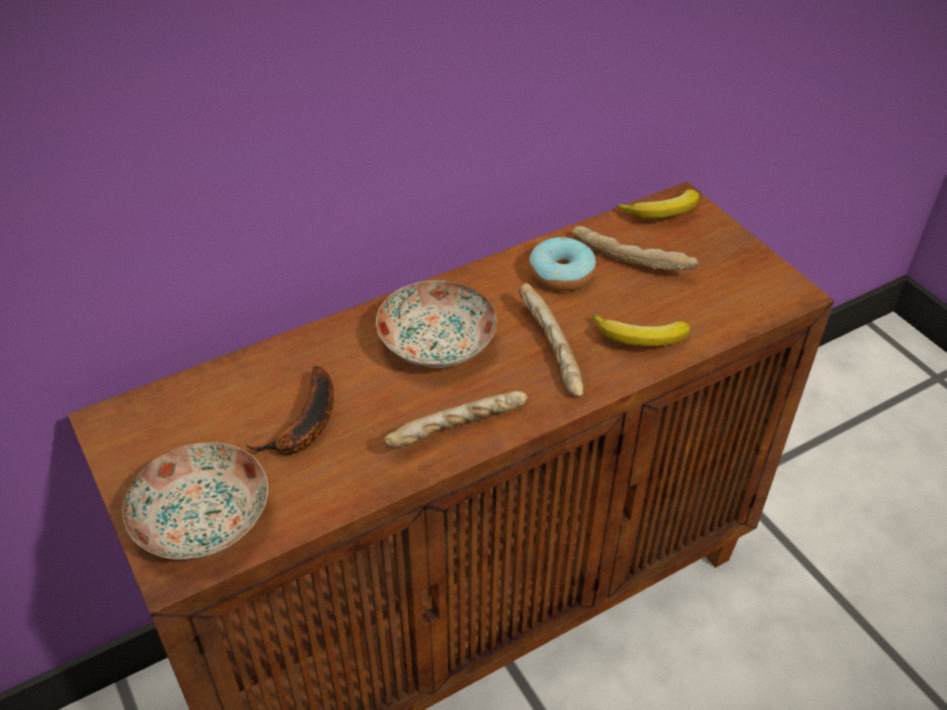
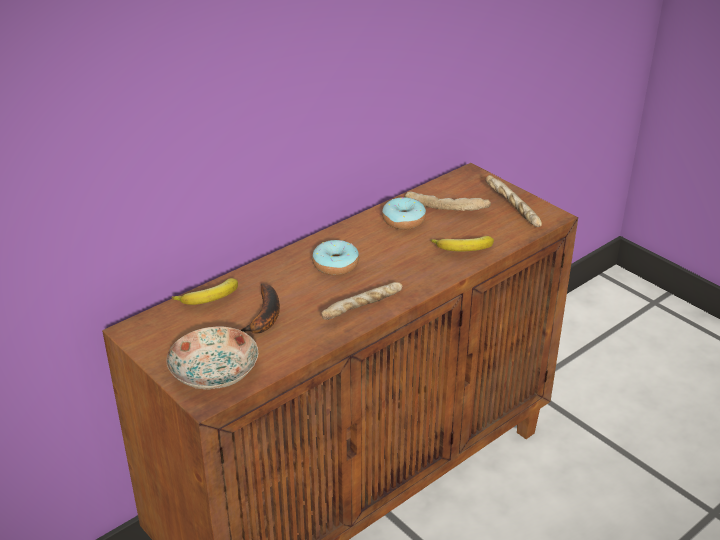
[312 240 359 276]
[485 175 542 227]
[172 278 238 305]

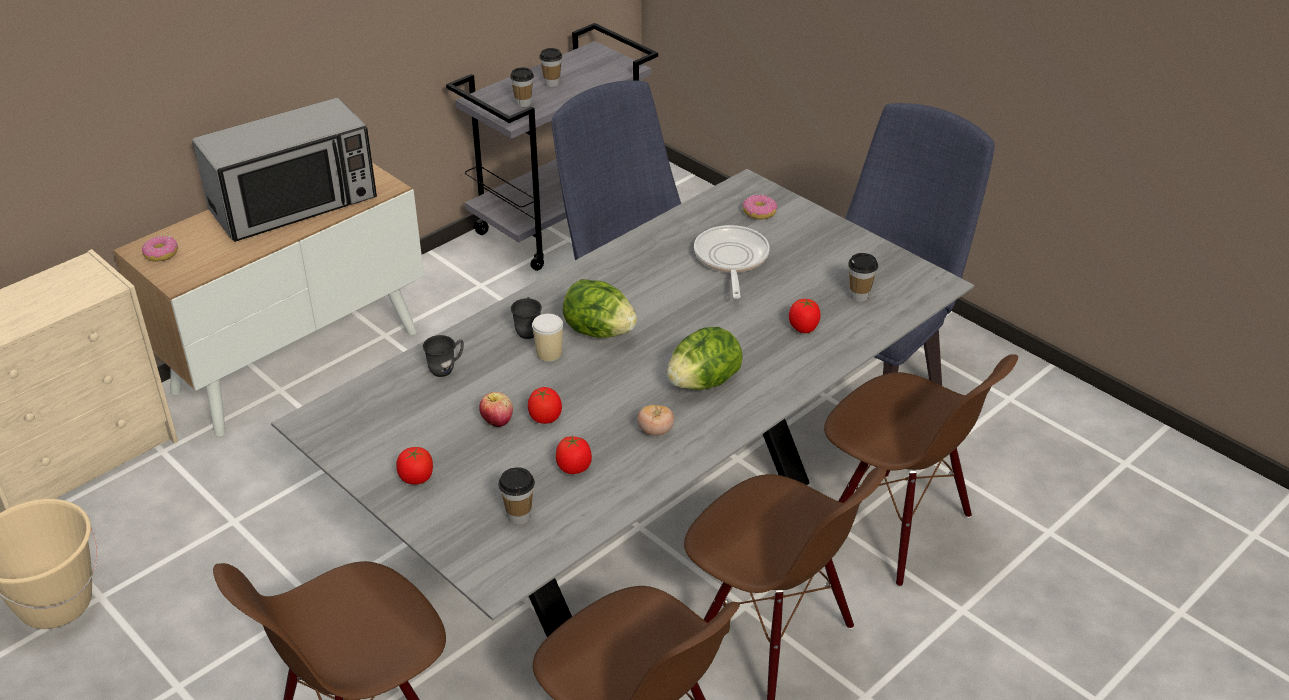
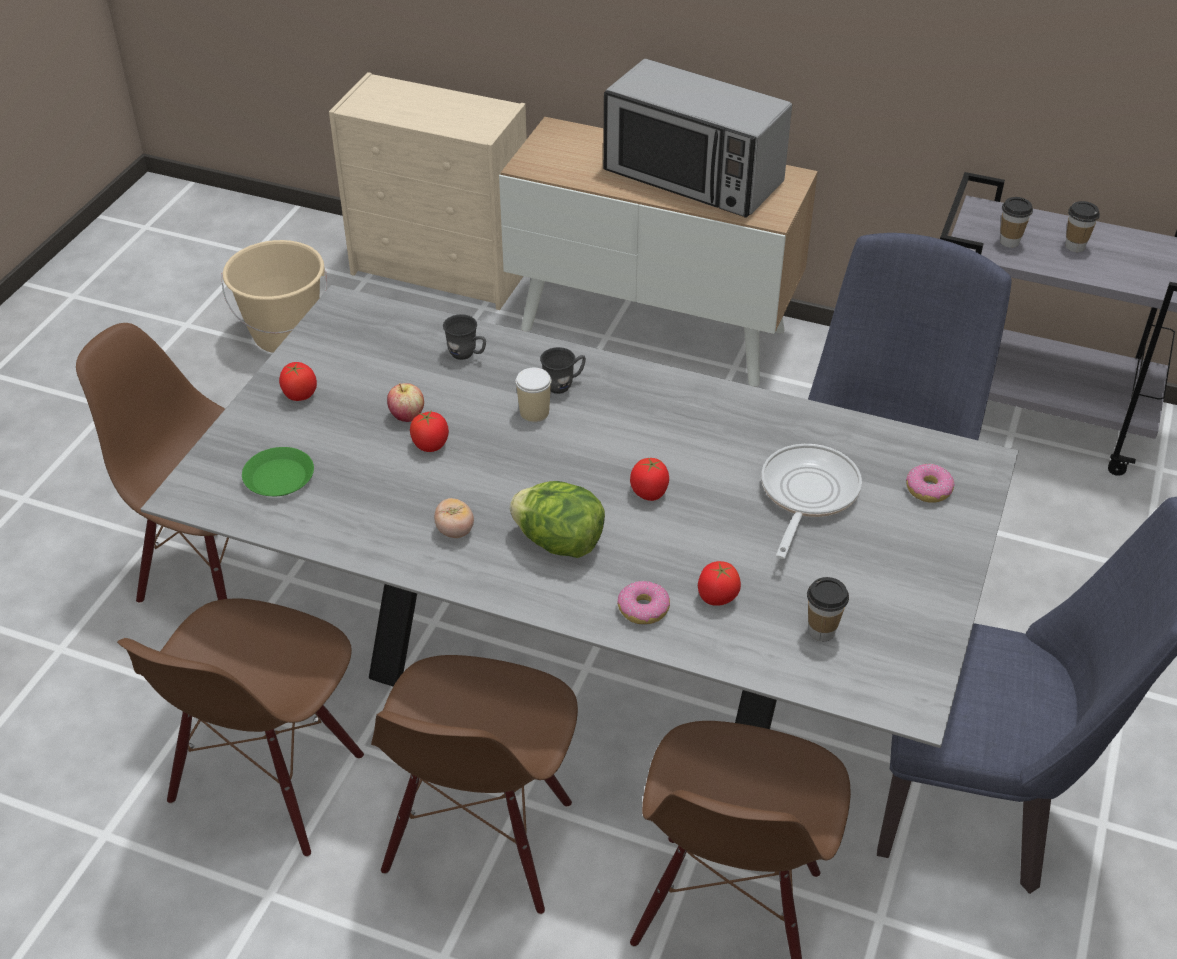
[617 581 670 624]
[242 447 314 496]
[630 458 669 501]
[563 279 637 338] (first image)
[761 444 862 559]

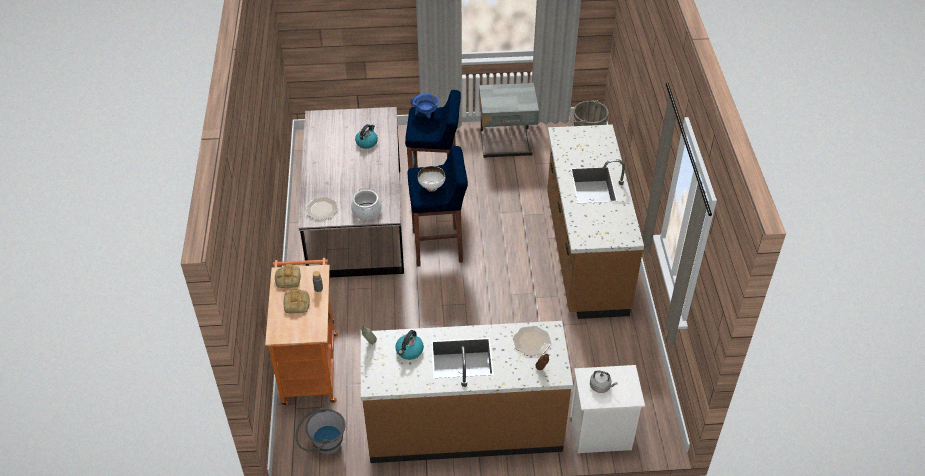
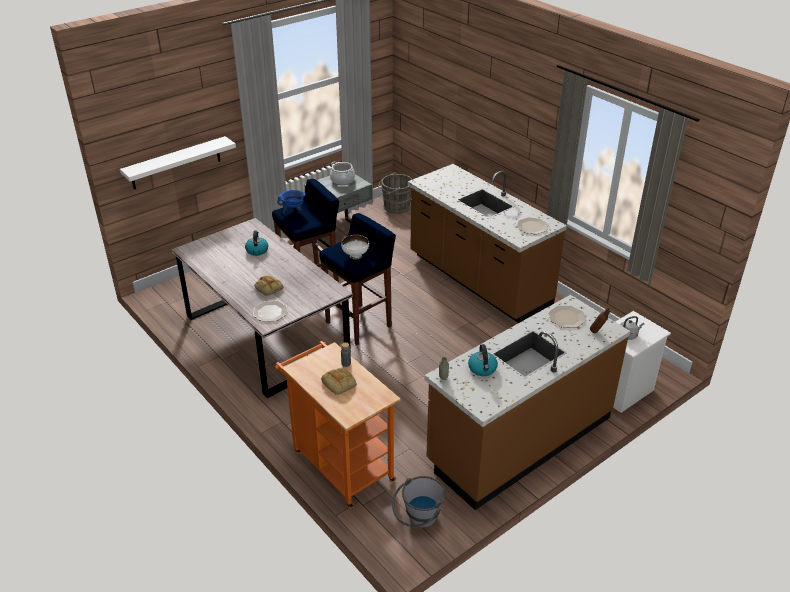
[254 275 283 296]
[330 161 355 185]
[120 136 236 189]
[516 217 548 234]

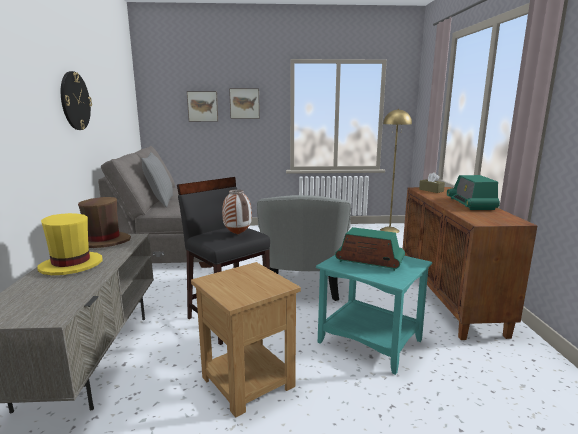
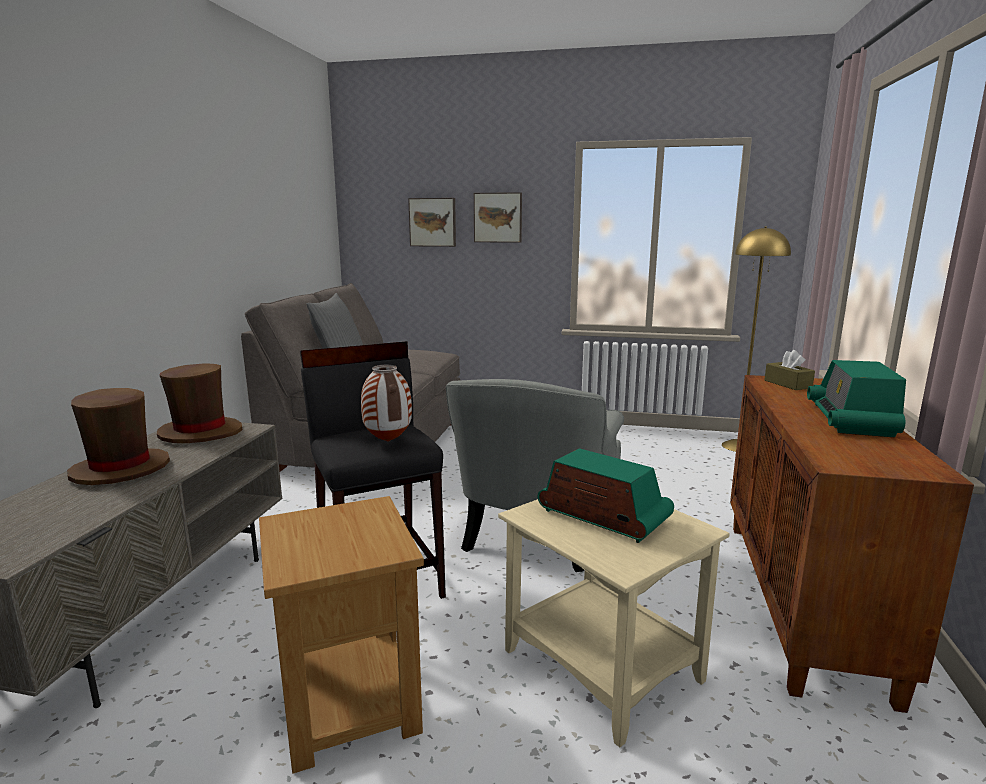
[67 388 170 485]
[61 71 92 130] (first image)
[498 499 730 748]

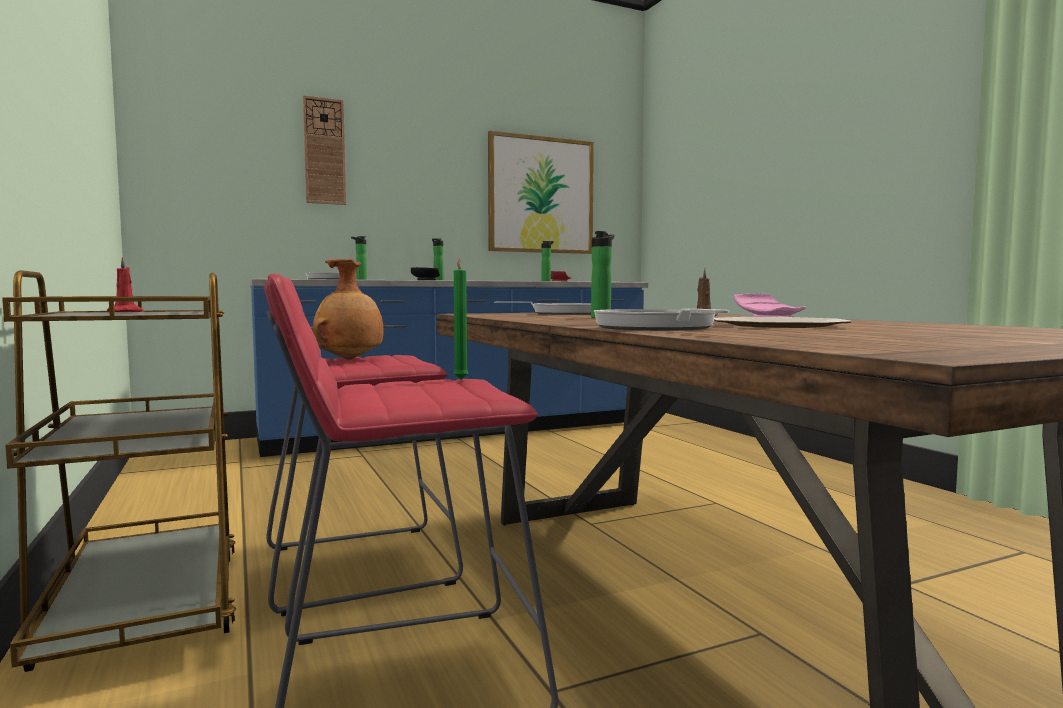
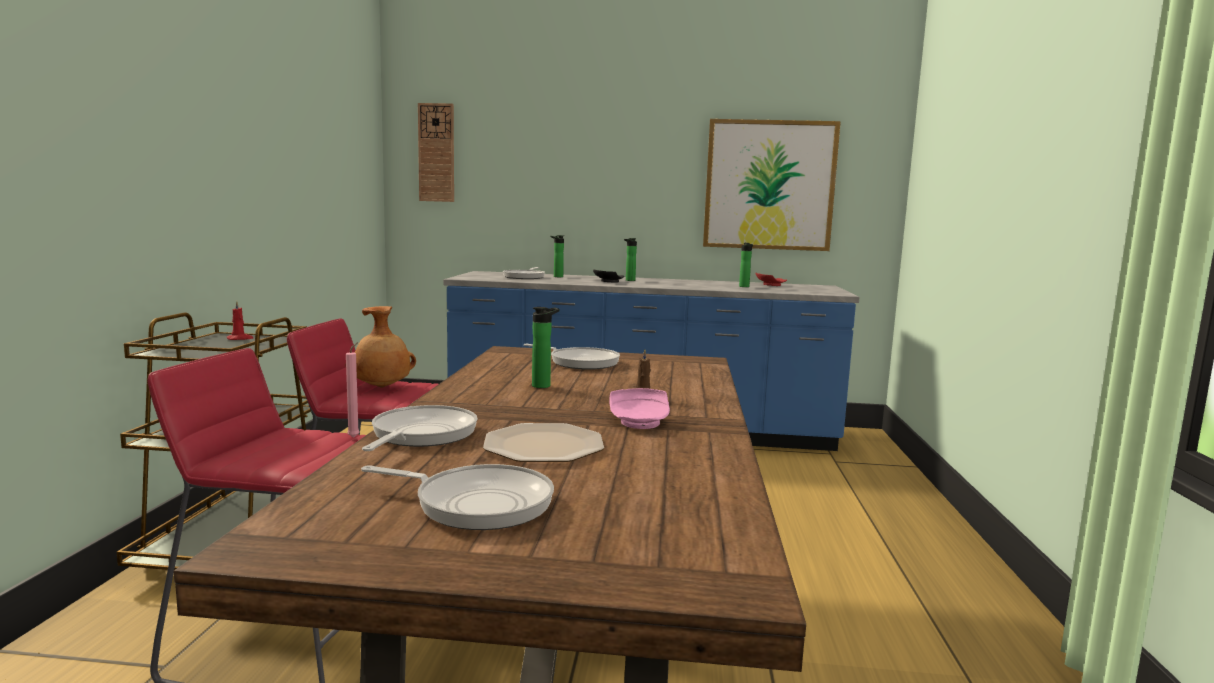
[418 103 454 202]
[346 342 360 438]
[361 464 554 530]

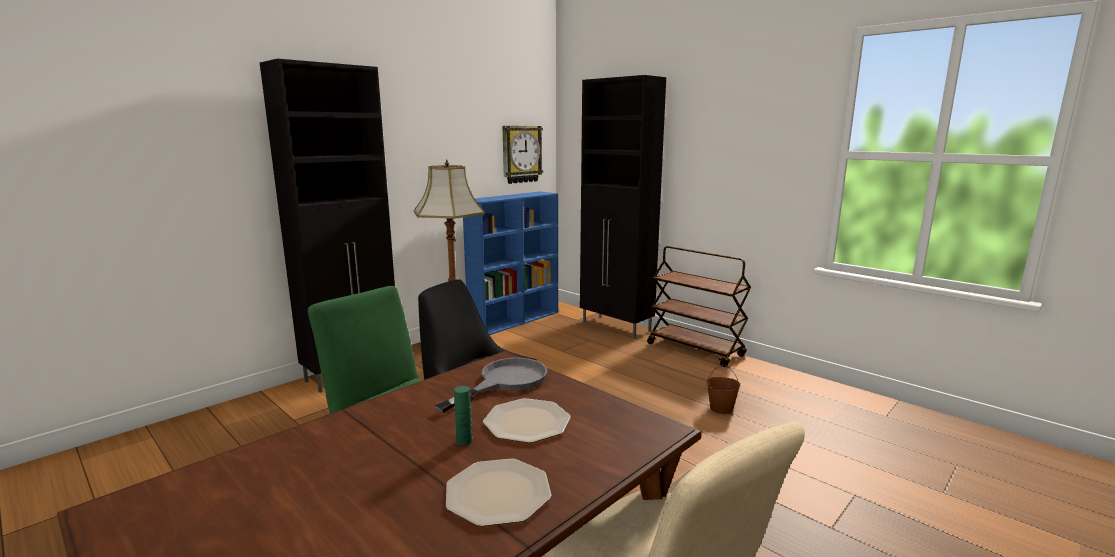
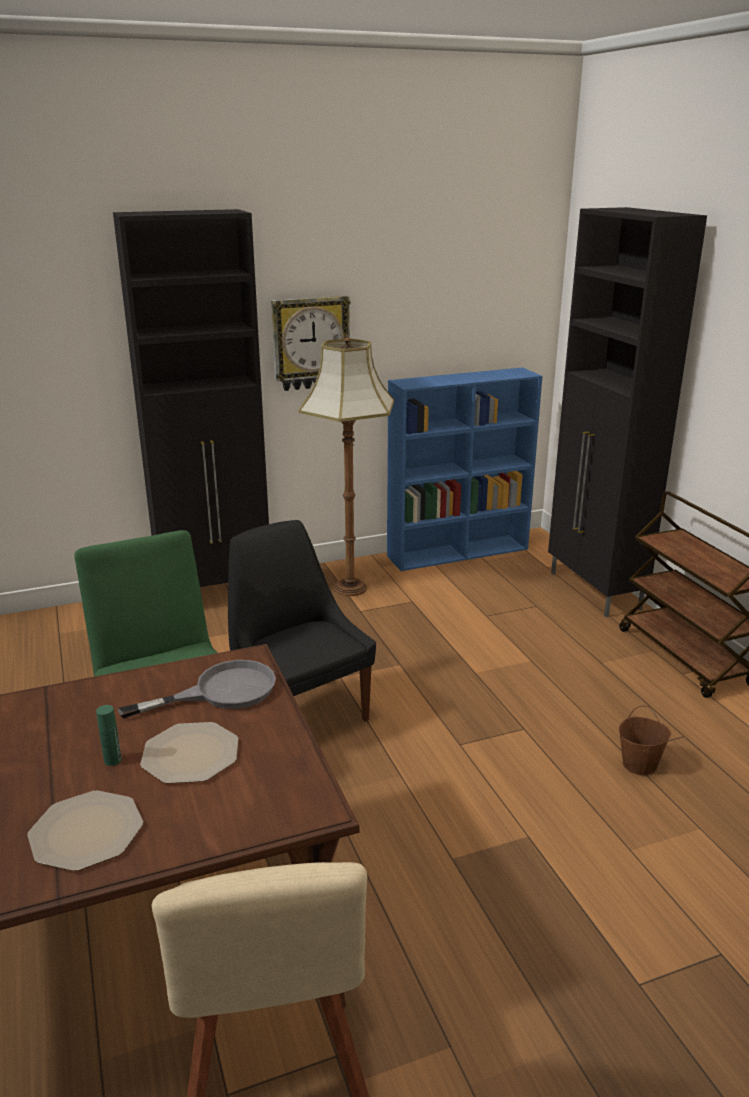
[271 296 351 391]

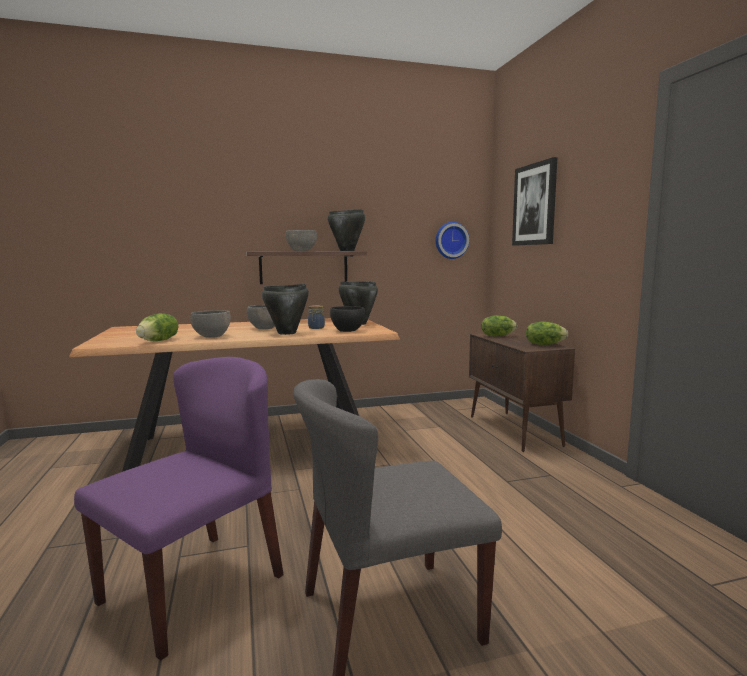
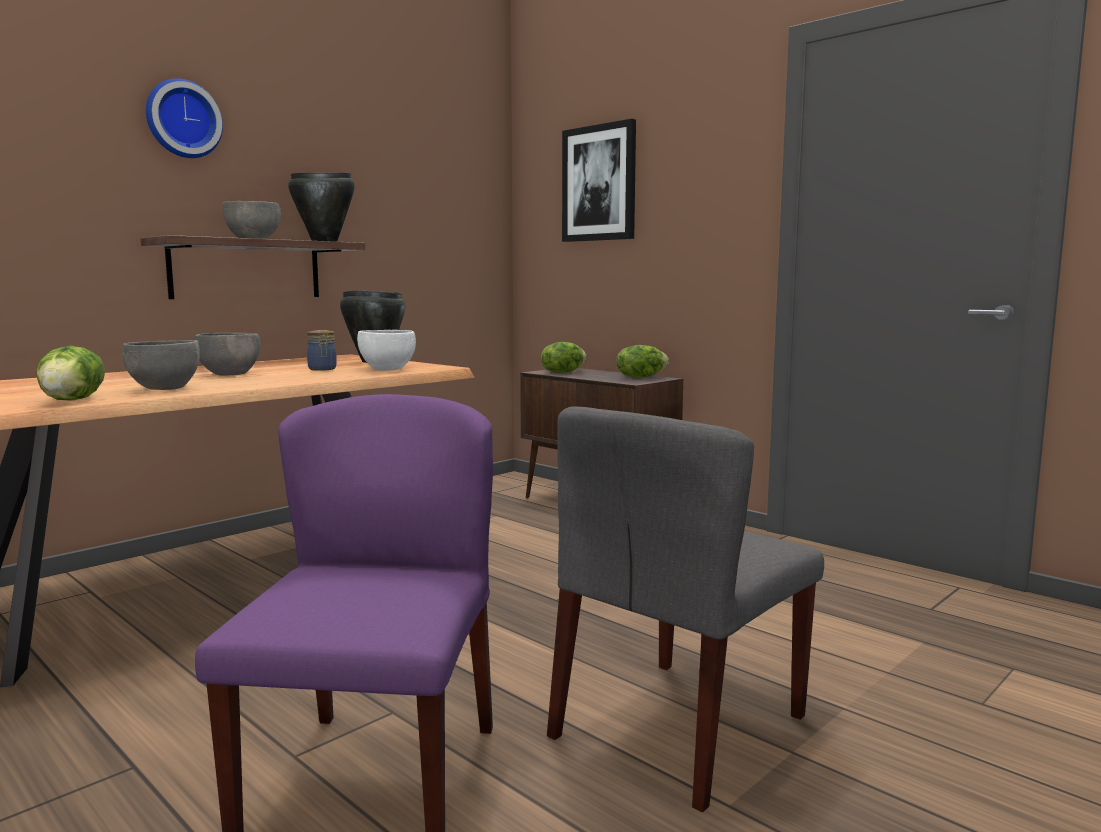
[262 284 309 335] (first image)
[357 330 416 371]
[146 78 223 158]

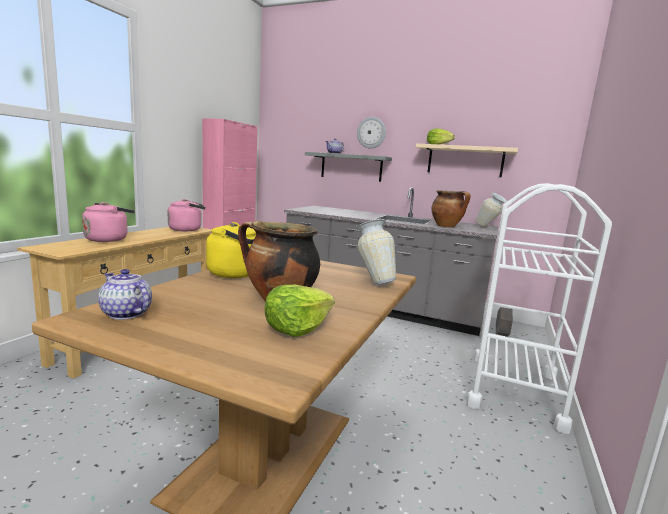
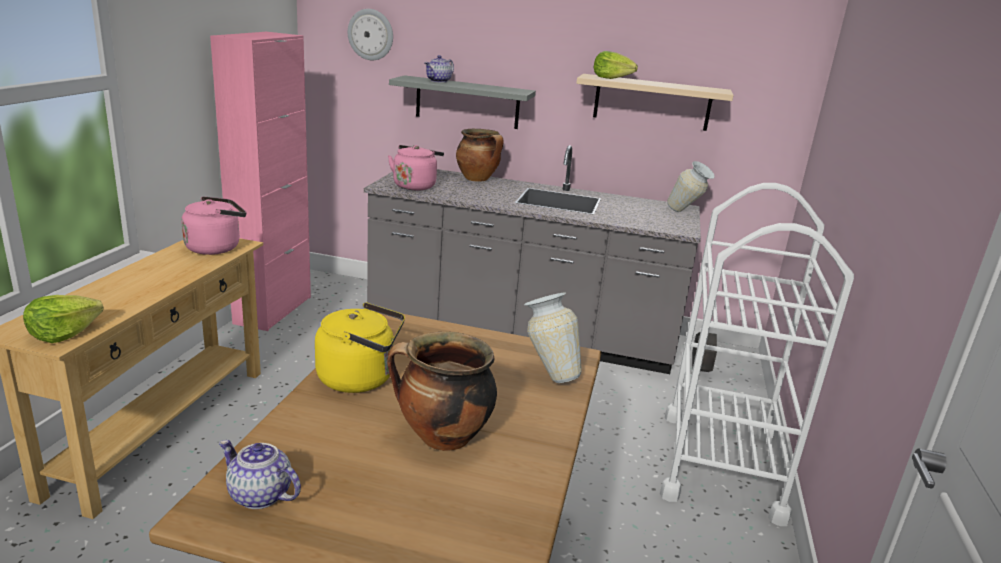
[388 145 444 190]
[23 295 104 343]
[348 9 393 60]
[456 129 504 182]

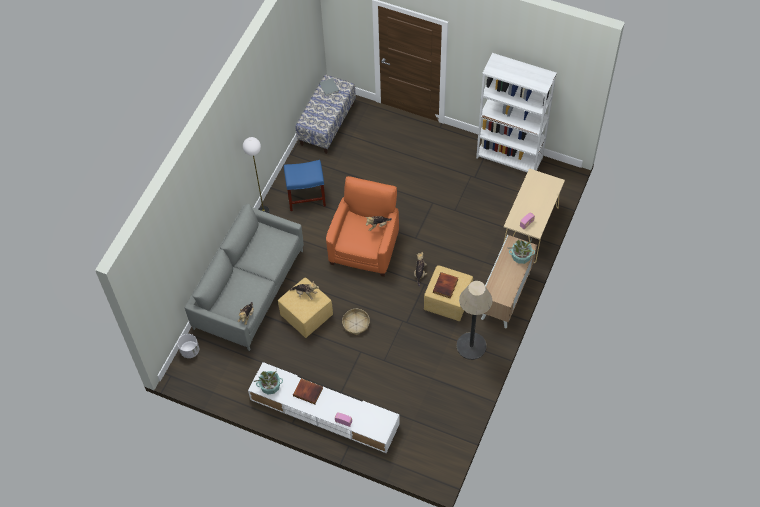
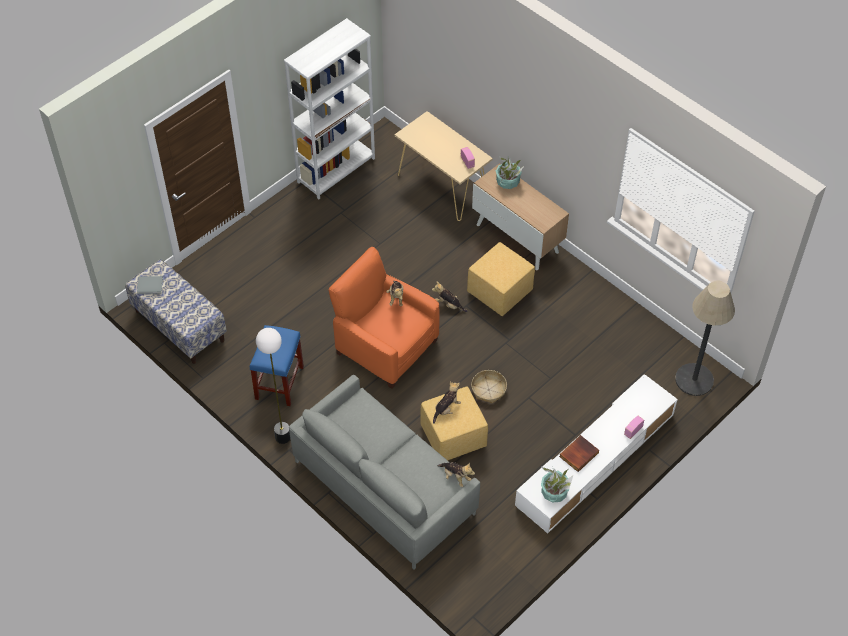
[177 334 199 358] (first image)
[433 272 458 299] (first image)
[675 281 735 396]

